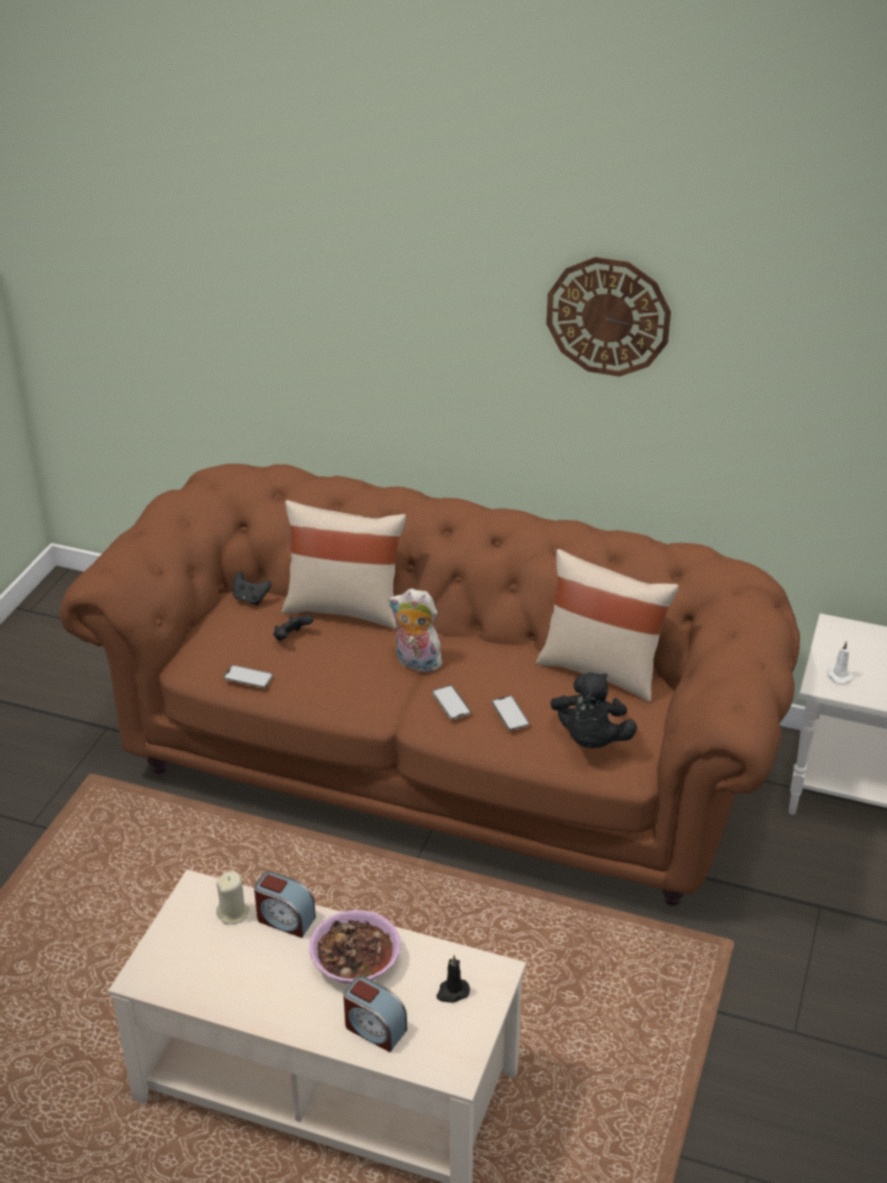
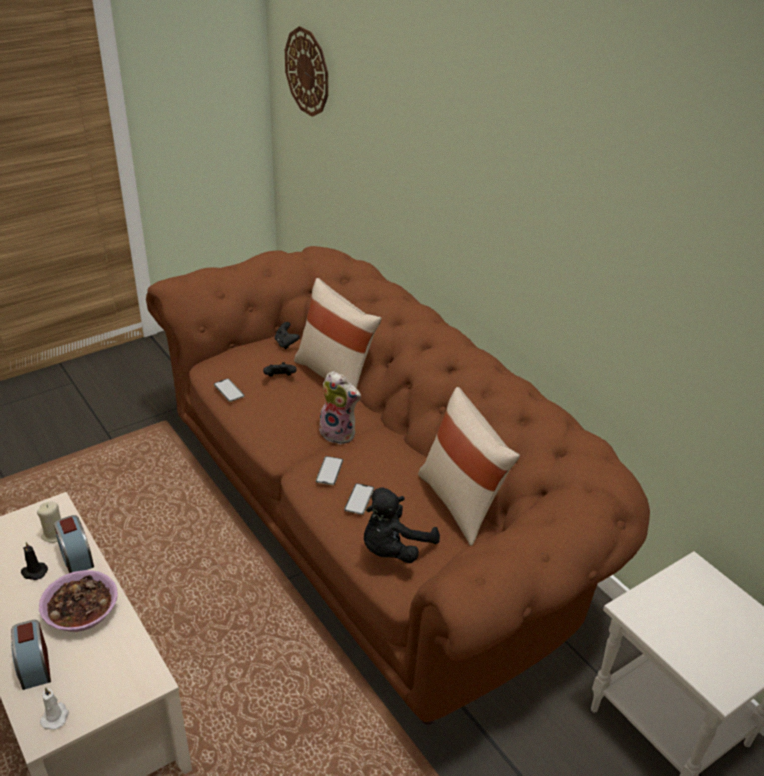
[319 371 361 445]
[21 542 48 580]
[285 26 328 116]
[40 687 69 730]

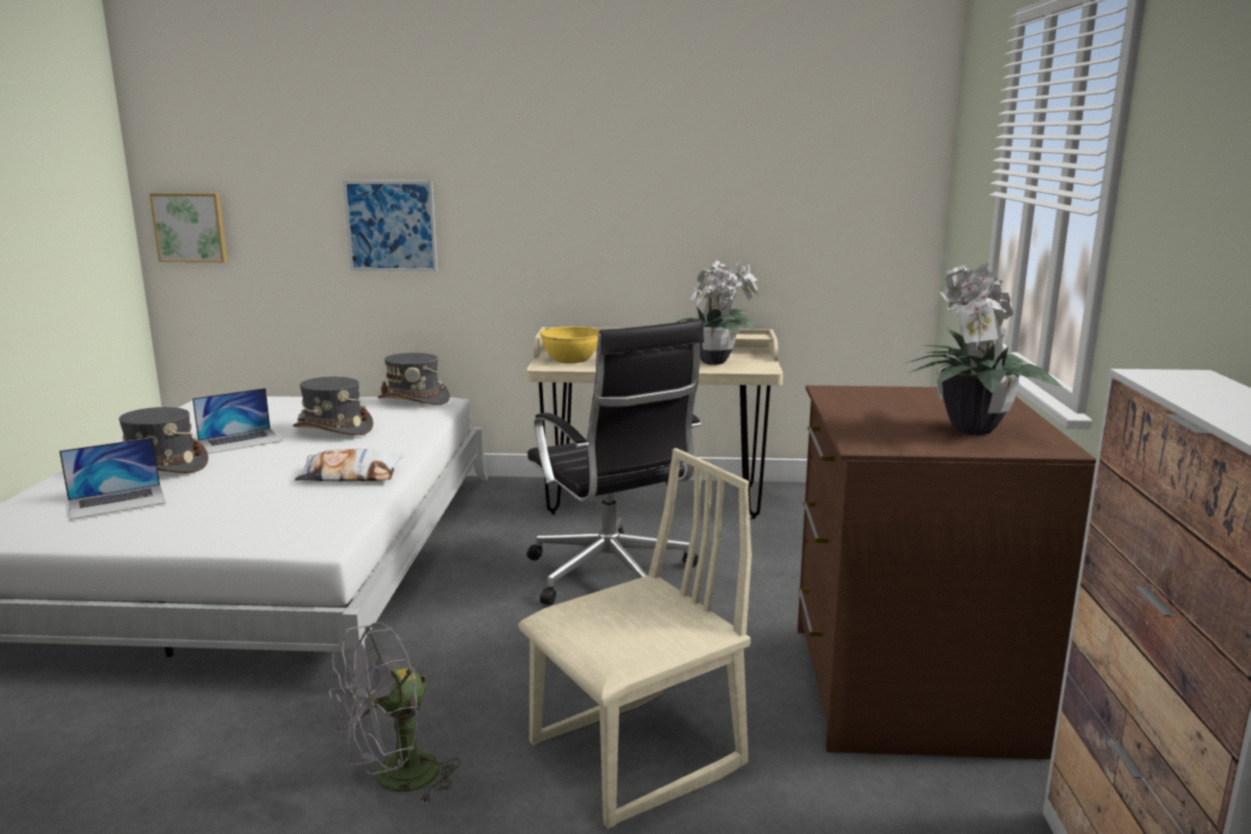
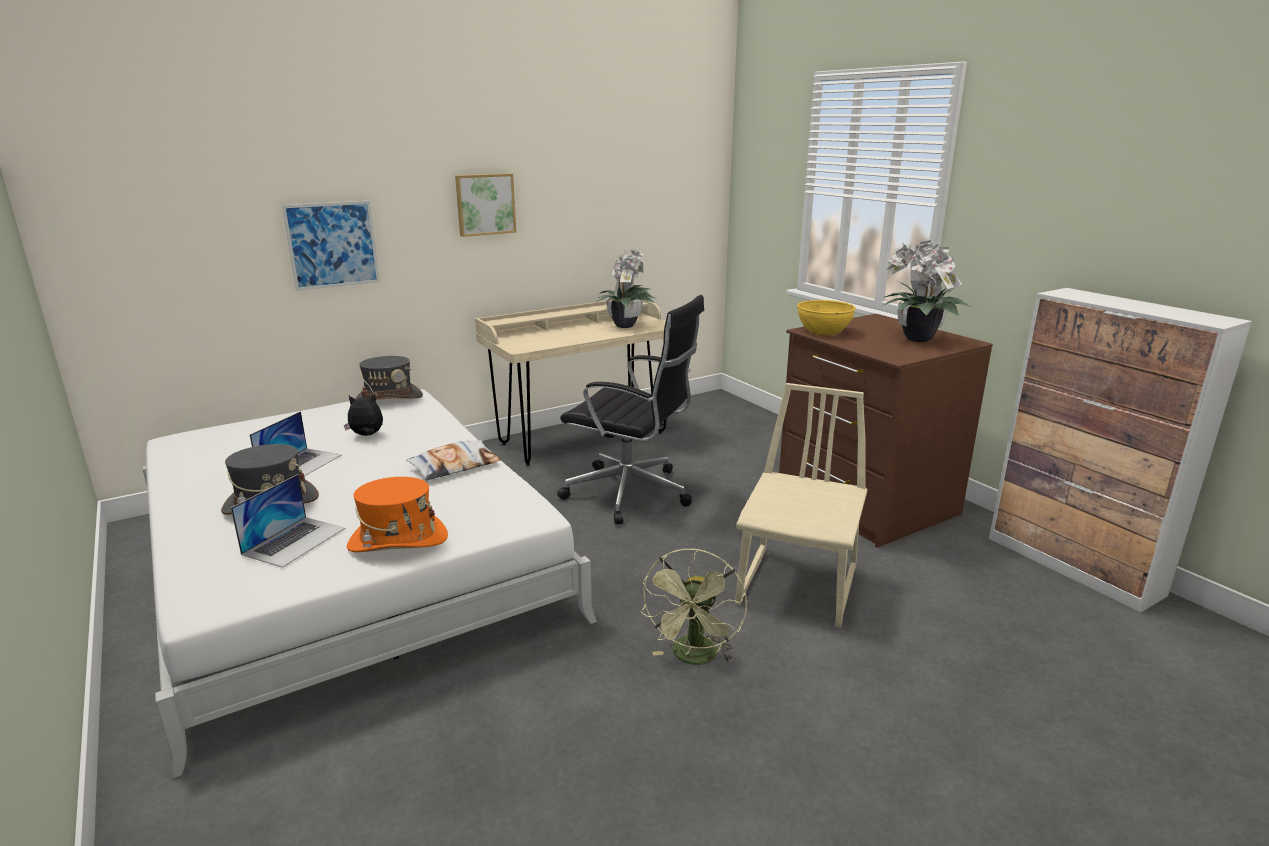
[455 173 516 237]
[344 394 383 436]
[640 549 747 665]
[797 300 856 335]
[347 477 448 552]

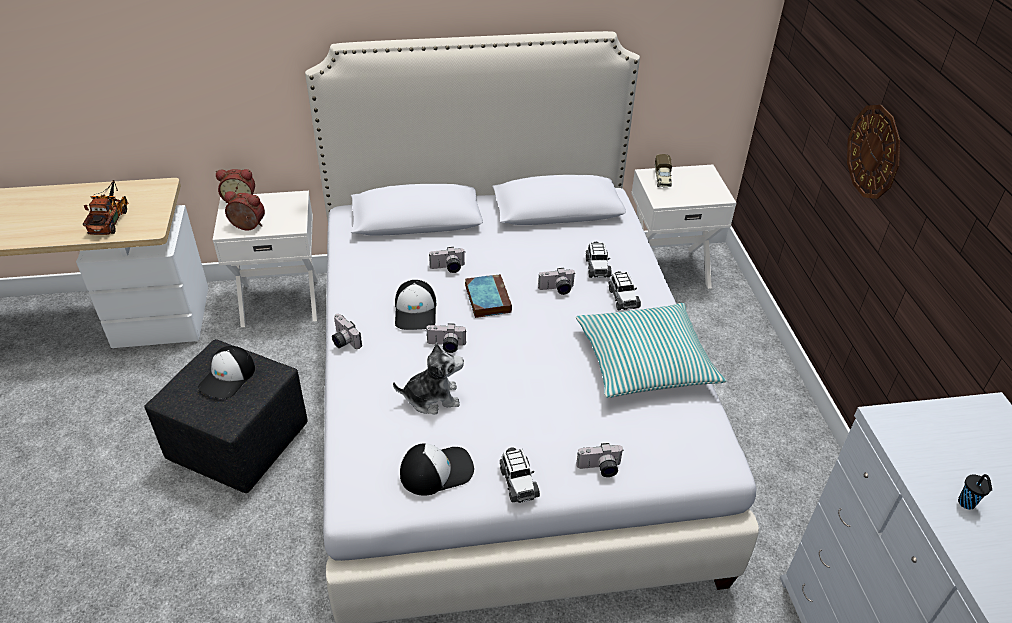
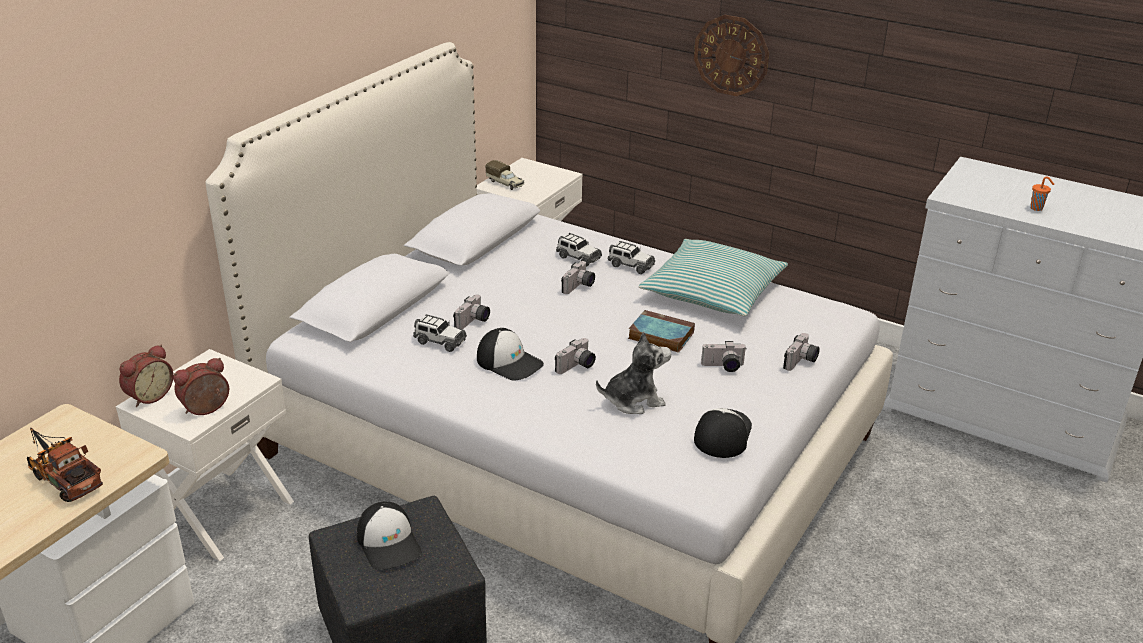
[701 341 747 372]
[596 331 671 414]
[628 310 695 353]
[413 314 467 352]
[1030 176 1054 211]

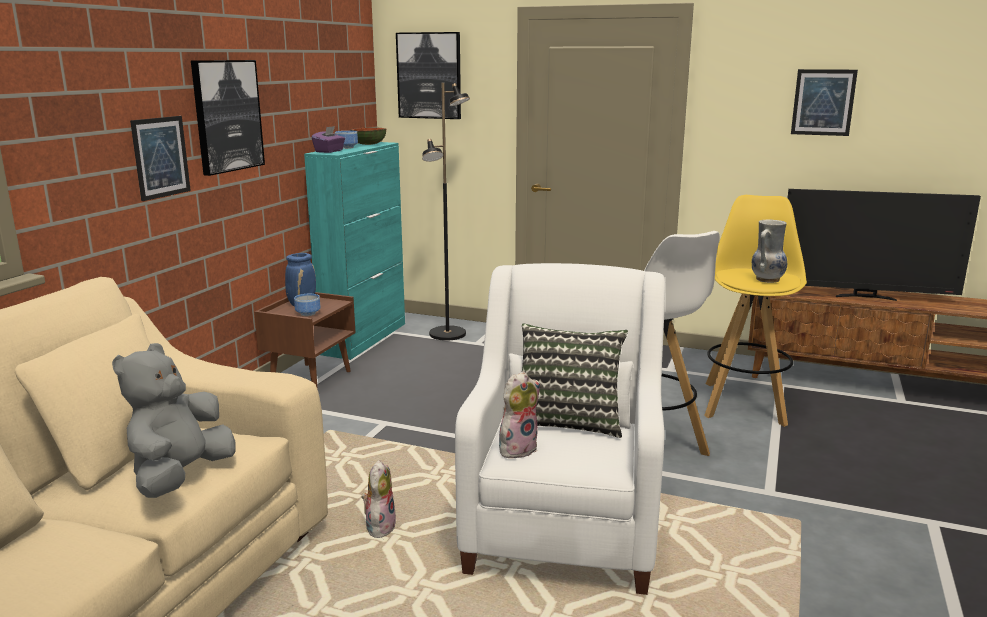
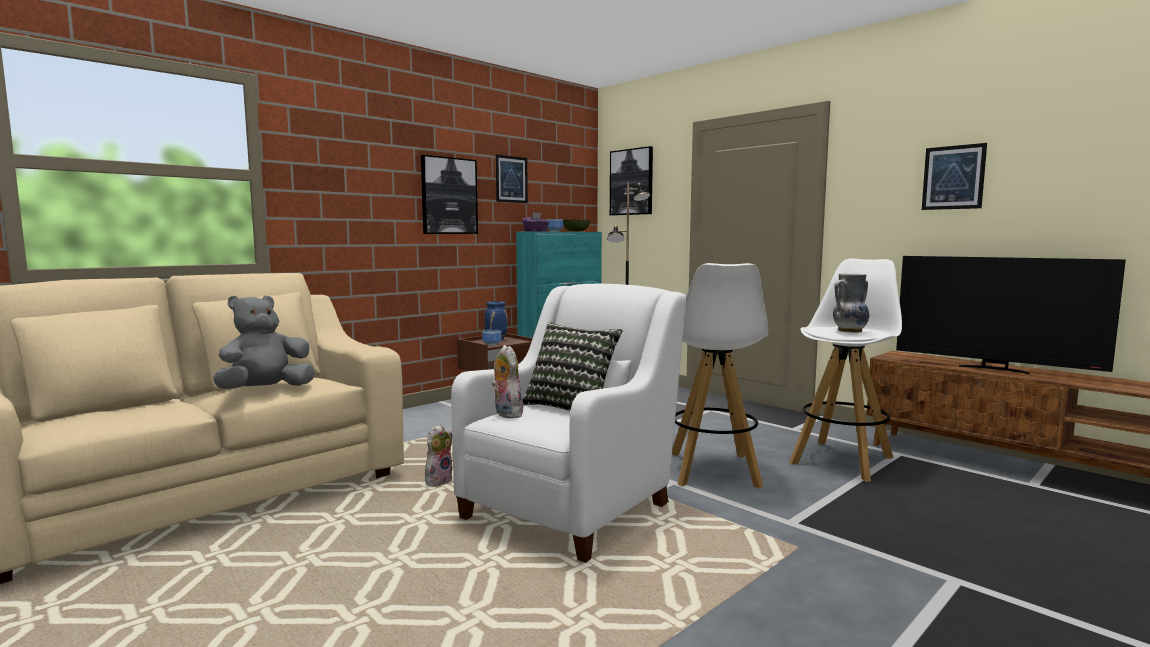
[496 155 528 203]
[491 345 523 418]
[789 258 902 482]

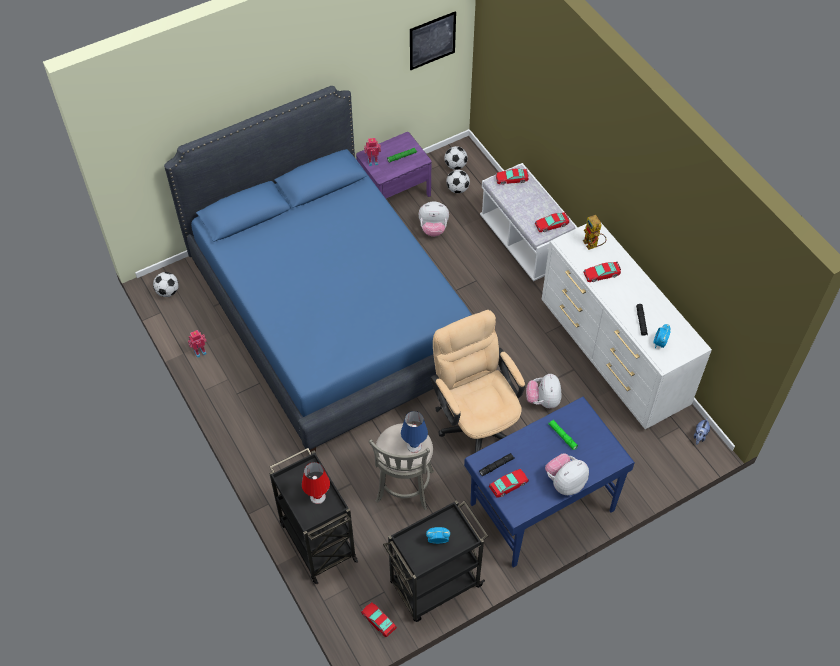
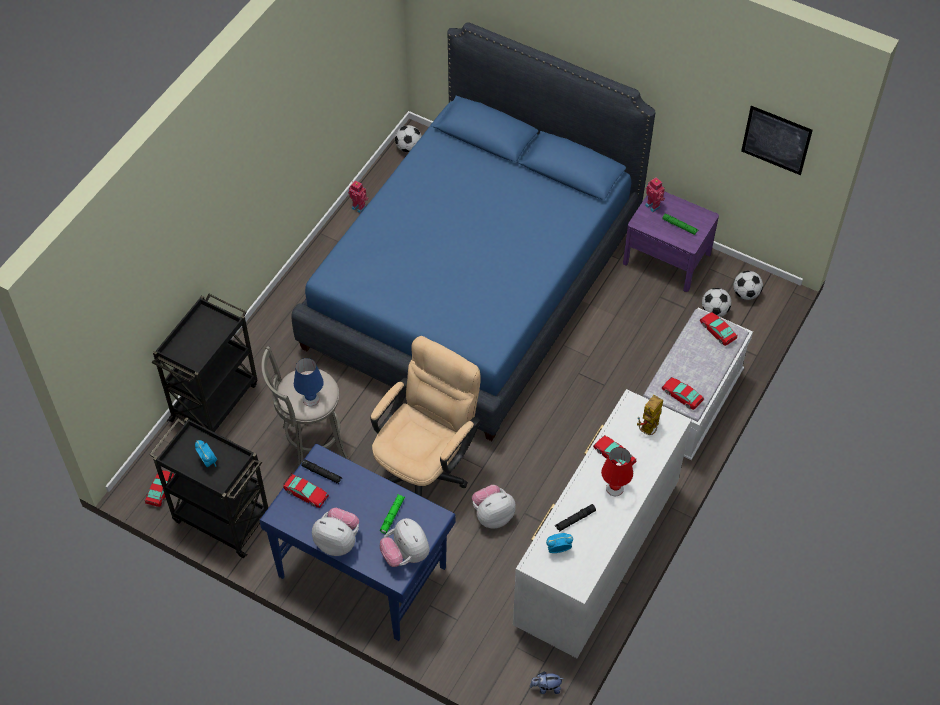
[601 447 633 496]
[380 518 430 567]

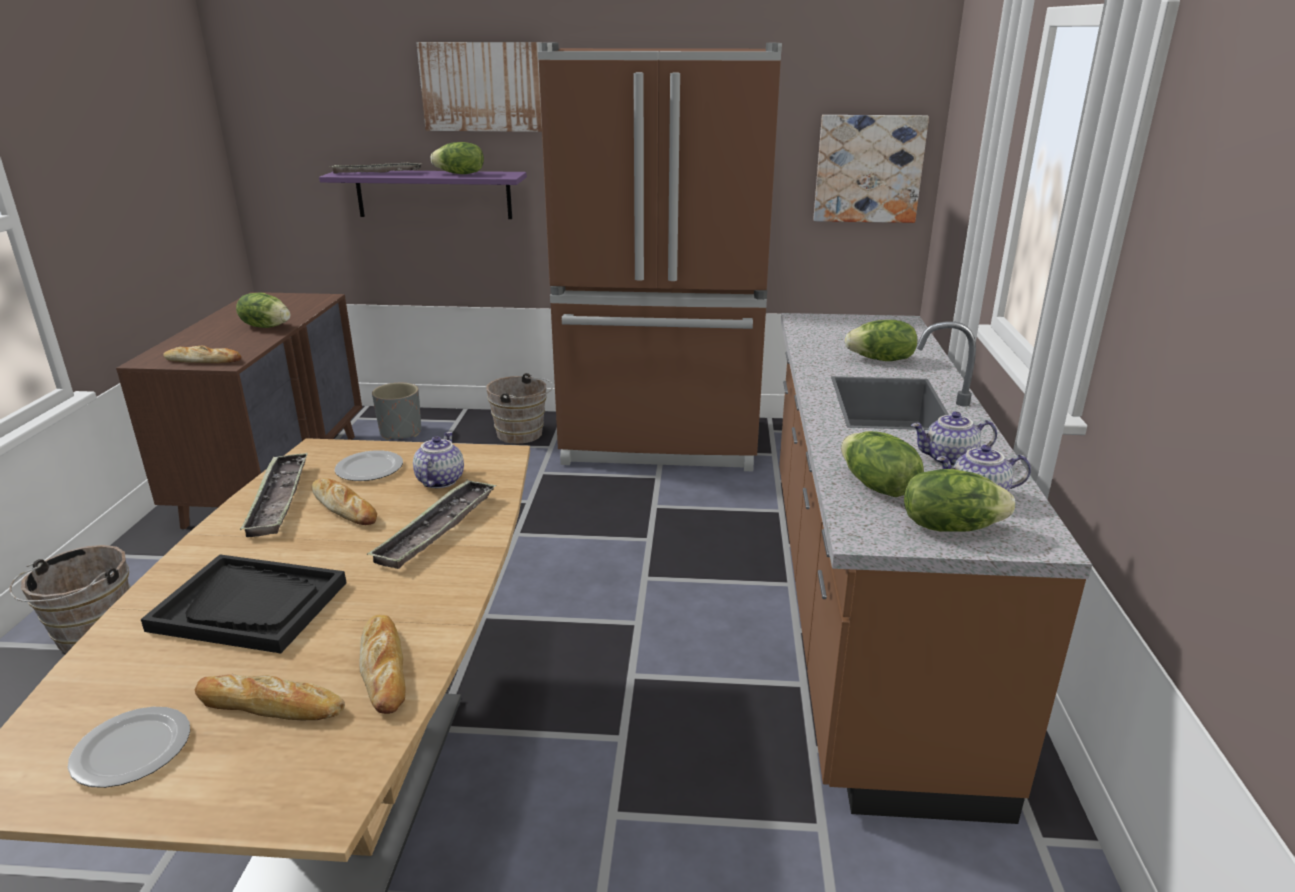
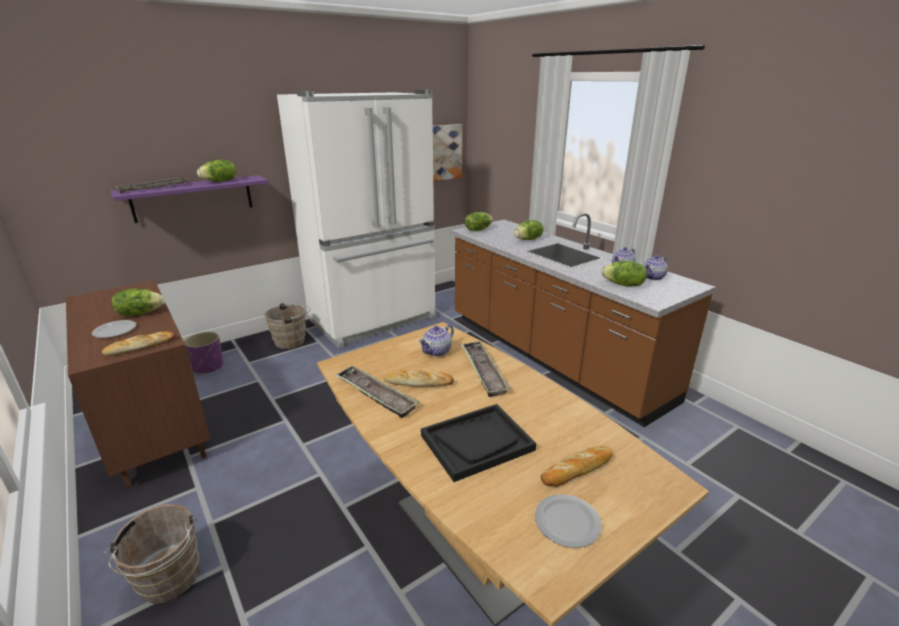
[92 320 136 338]
[359 615 406 714] (first image)
[184 332 224 375]
[419 324 454 357]
[416 42 542 132] (first image)
[277 89 436 348]
[465 212 493 231]

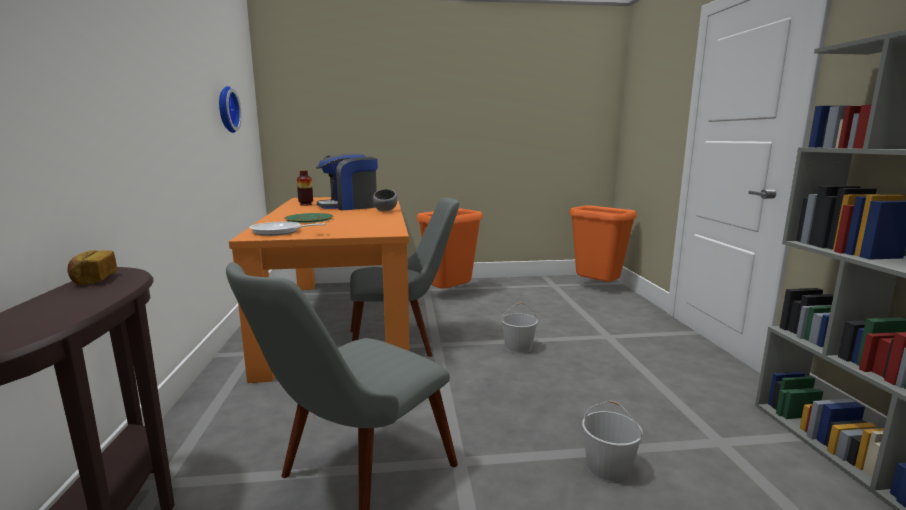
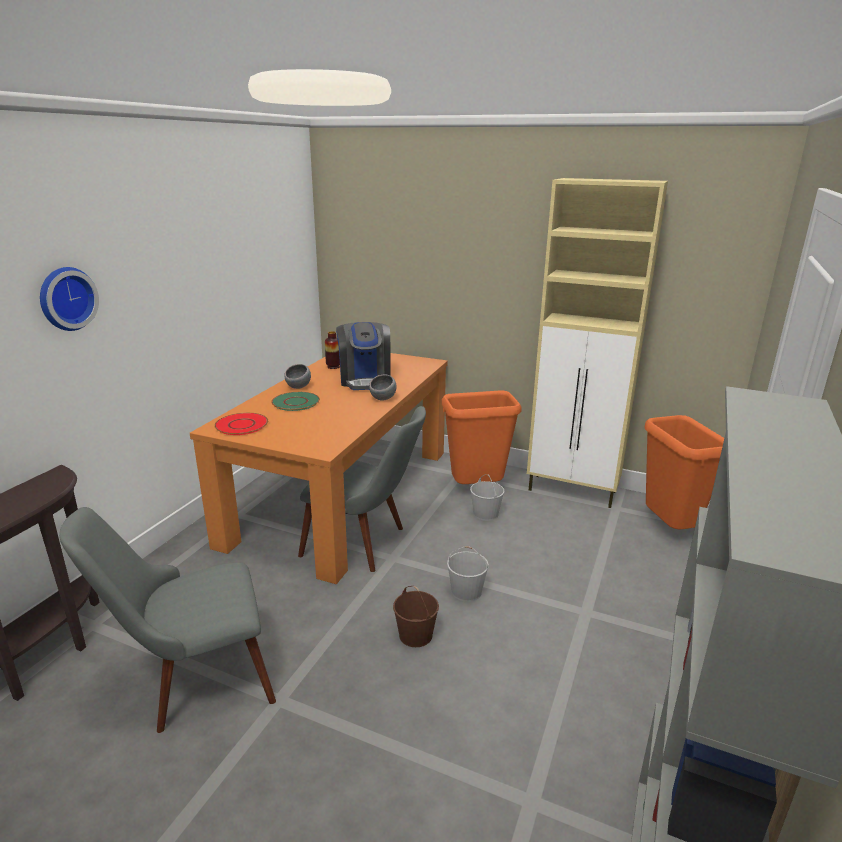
[68 250 117 285] (first image)
[40 267 99 331]
[214 413 268 435]
[336 322 391 390]
[470 474 505 521]
[284 364 311 389]
[393 586 439 647]
[527 178 668 508]

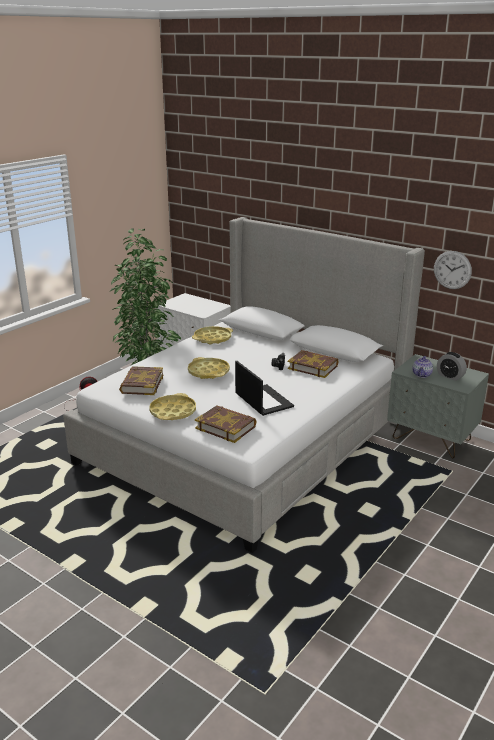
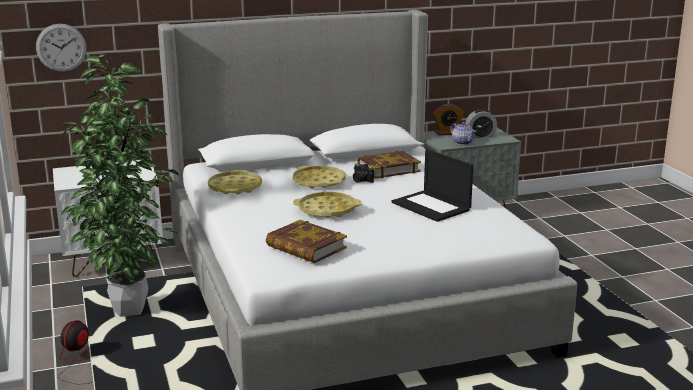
[293 166 346 189]
[195 405 257 443] (first image)
[391 149 473 222]
[36 24 87 72]
[433 104 464 135]

